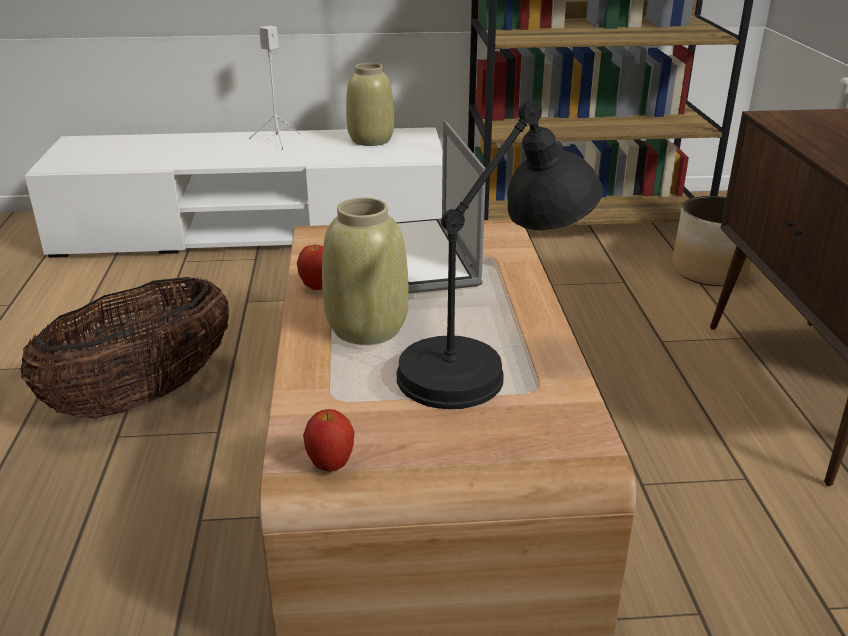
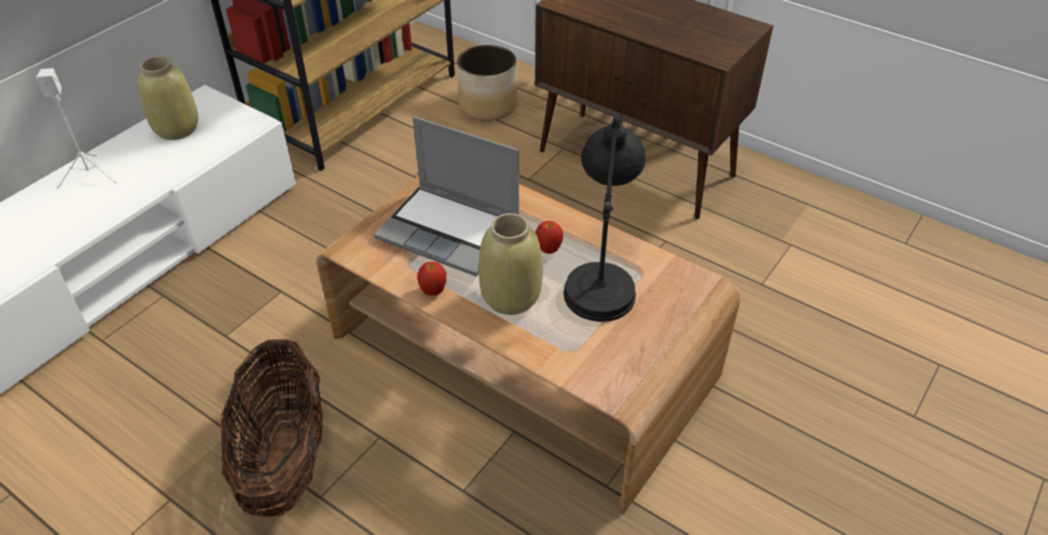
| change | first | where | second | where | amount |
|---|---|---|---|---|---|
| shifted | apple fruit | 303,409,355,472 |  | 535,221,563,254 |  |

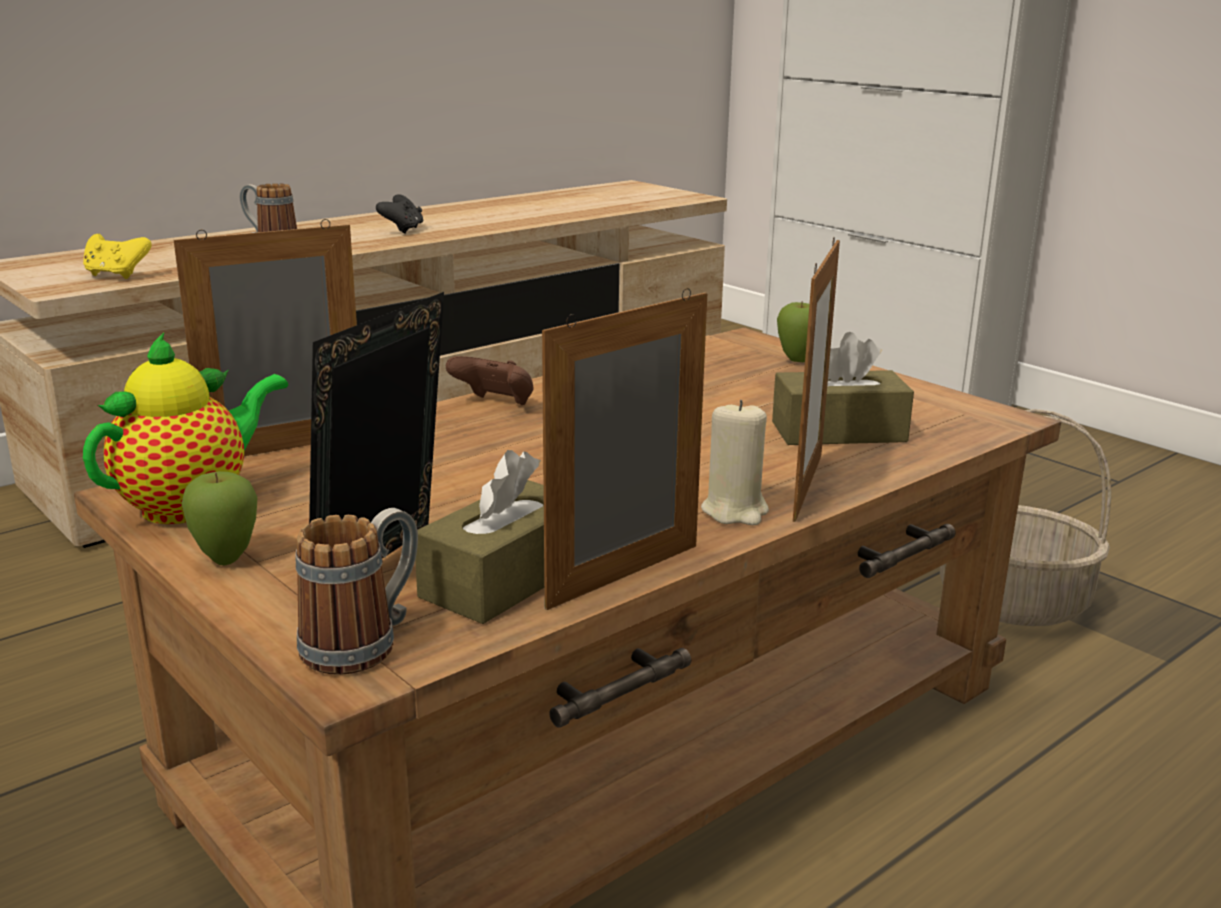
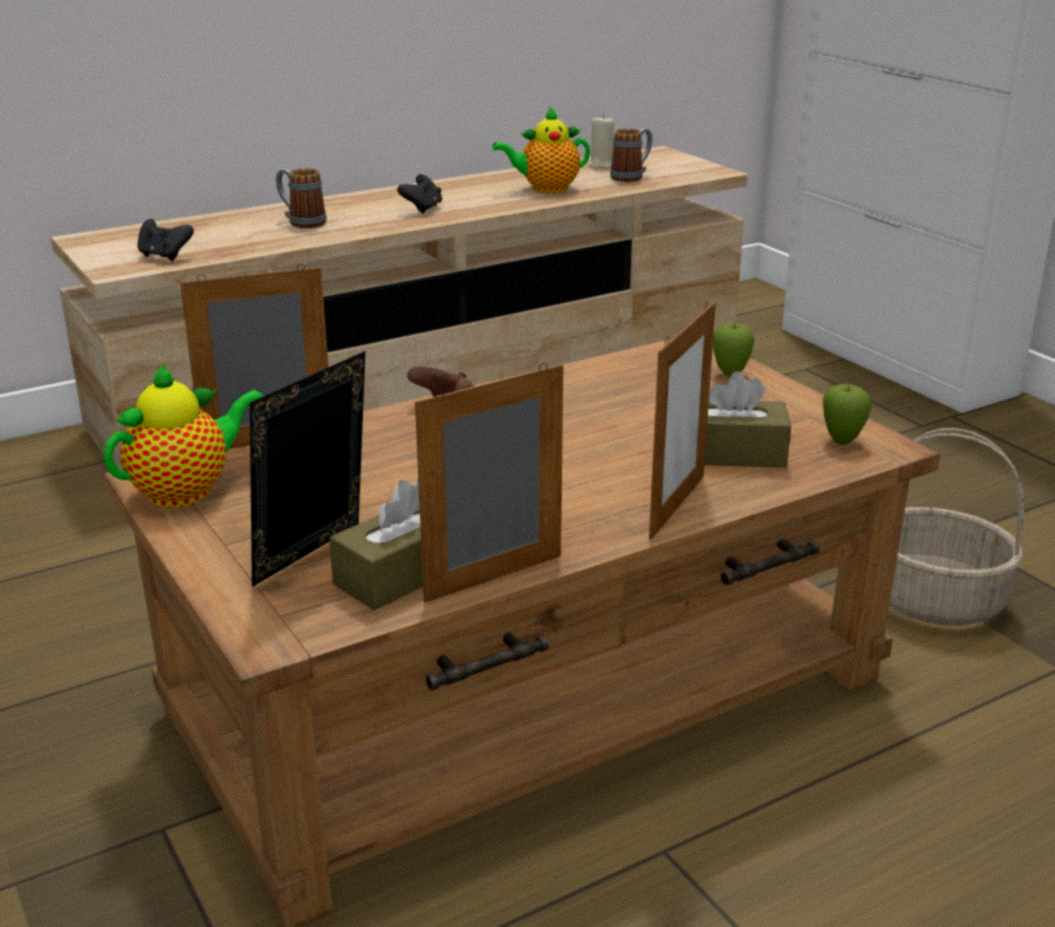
| change | first | where | second | where | amount |
|---|---|---|---|---|---|
| repainted | yellow gamepad | 83,234,152,279 | black-coloured gamepad | 137,219,194,261 |  |
| shifted | sand-coloured candle | 701,400,769,525 |  | 588,114,614,169 |  |
| shifted | apple fruit | 182,471,258,565 |  | 823,384,872,445 |  |
| shifted | coffee mug | 296,508,418,675 |  | 610,128,653,182 |  |
| new |  |  | pot for tea | 492,106,590,193 |  |

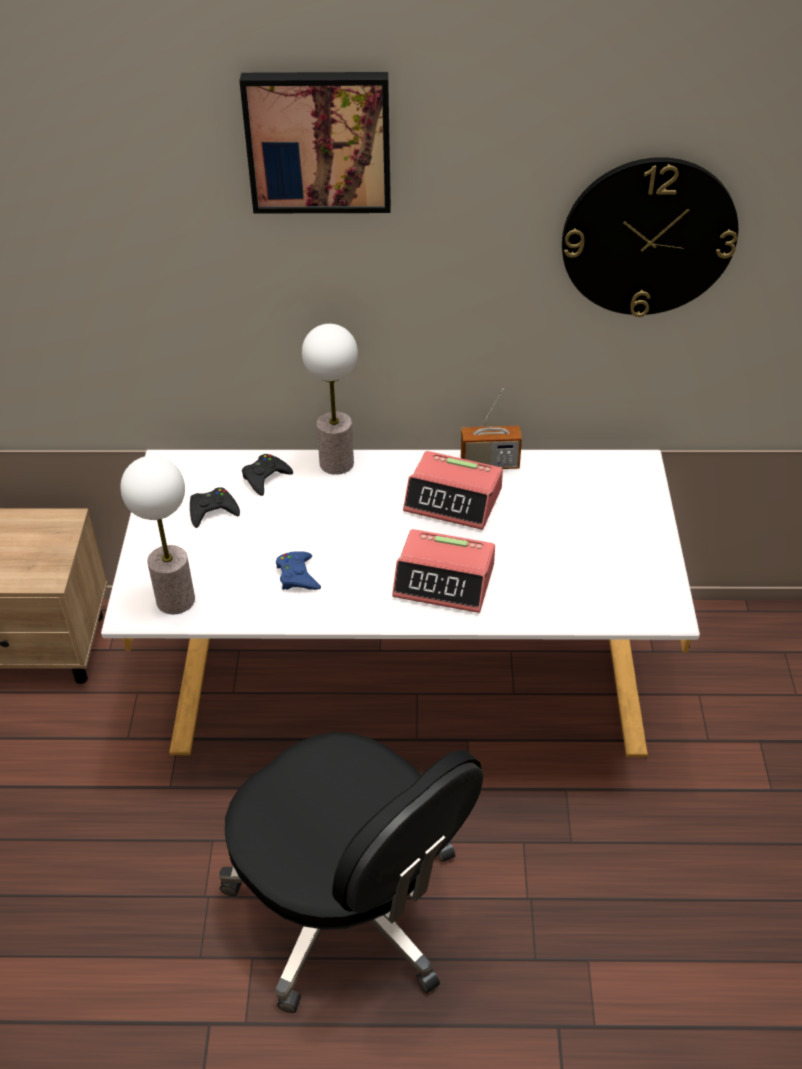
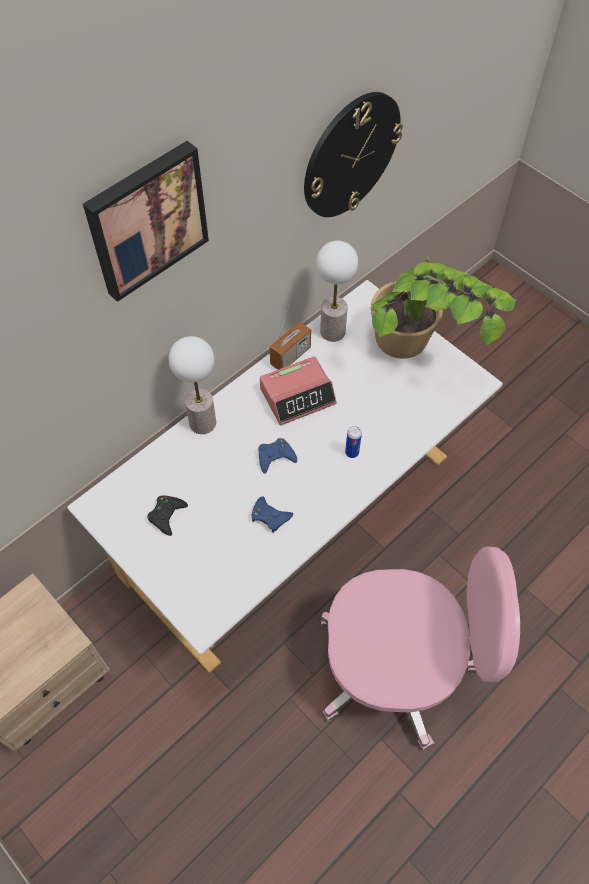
| change | first | where | second | where | amount |
|---|---|---|---|---|---|
| gone | black-coloured gamepad | 242,454,293,496 |  |  |  |
| shifted | table lamp | 120,456,195,614 |  | 316,241,358,342 |  |
| swapped | alarm clock | 392,529,495,613 | can | 345,426,362,458 |  |
| repainted | black-coloured desk chair | 219,732,484,1013 | pinkish desk chair | 321,546,520,750 |  |
| new |  |  | houseplant | 371,255,516,359 |  |
| new |  |  | bluish gamepad | 259,438,297,474 |  |

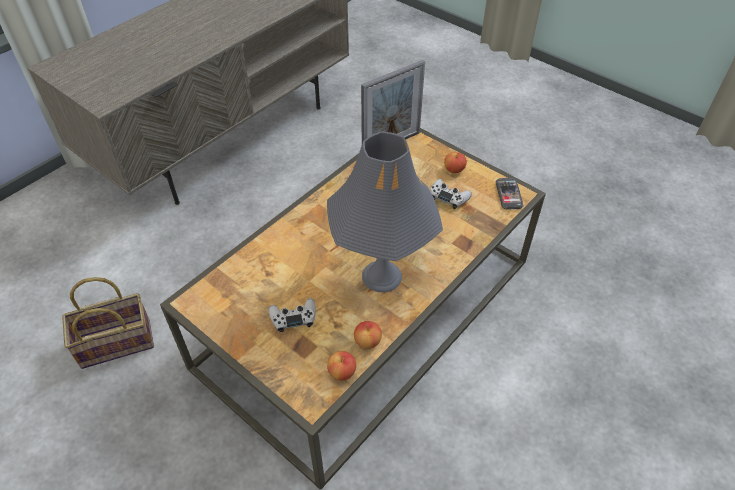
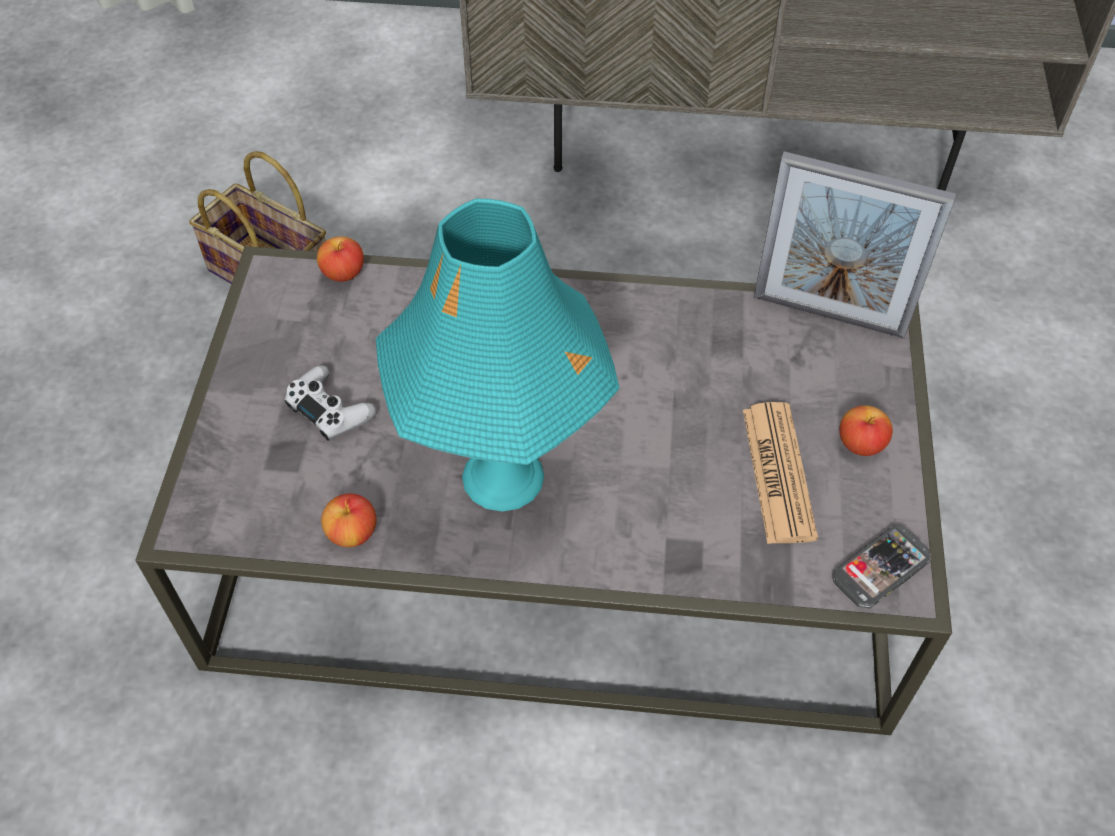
| change | first | where | second | where | amount |
|---|---|---|---|---|---|
| repainted | brown low table | 160,128,546,490 | grey low table | 136,246,952,735 |  |
| repainted | grey table lamp | 327,131,443,292 | blue-green table lamp | 376,198,620,512 |  |
| swapped | white gamepad | 430,179,472,209 | printed paper | 743,402,818,544 |  |
| shifted | apple fruit | 327,351,356,380 |  | 317,236,364,282 |  |

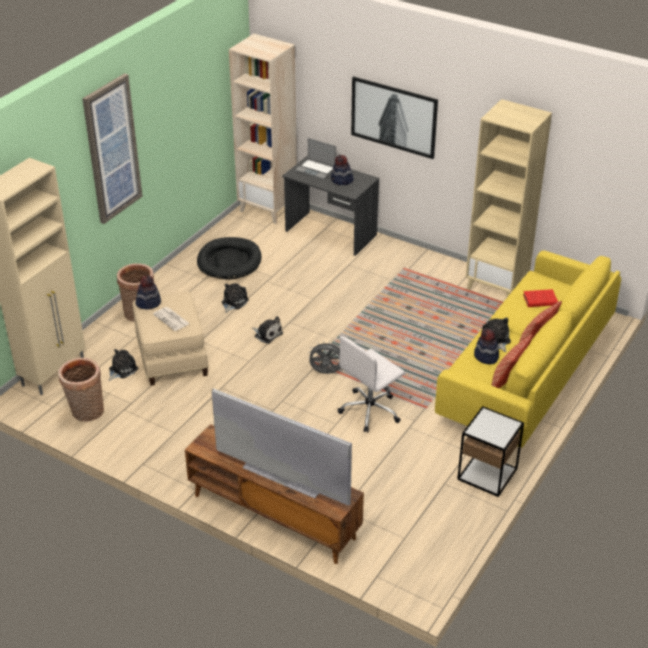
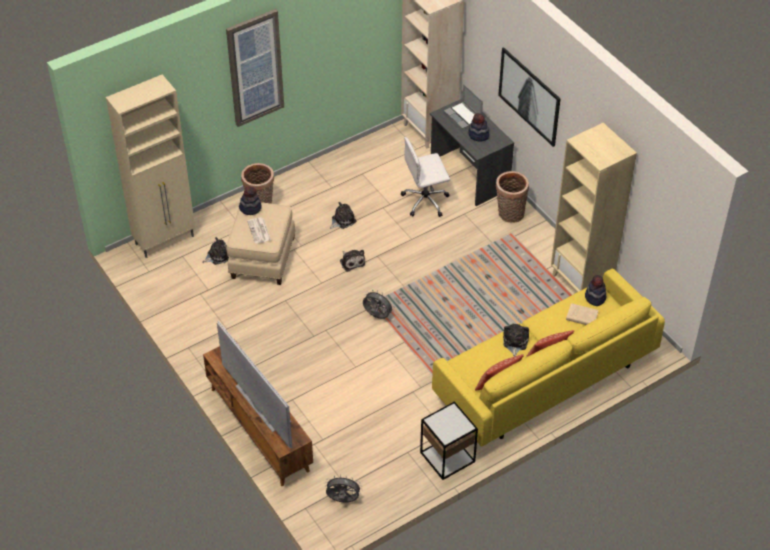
| change | first | where | second | where | amount |
|---|---|---|---|---|---|
| gone | black-coloured dog bed | 197,237,262,280 |  |  |  |
| repainted | red bound book | 523,289,558,307 | sand-coloured bound book | 566,303,598,325 |  |
| shifted | clothing hat | 474,328,499,364 |  | 585,275,607,306 |  |
| shifted | white desk chair | 337,336,405,432 |  | 401,137,450,217 |  |
| shifted | storage basket | 58,358,104,422 |  | 496,171,529,223 |  |
| new |  |  | grey electric fan | 325,475,362,503 |  |

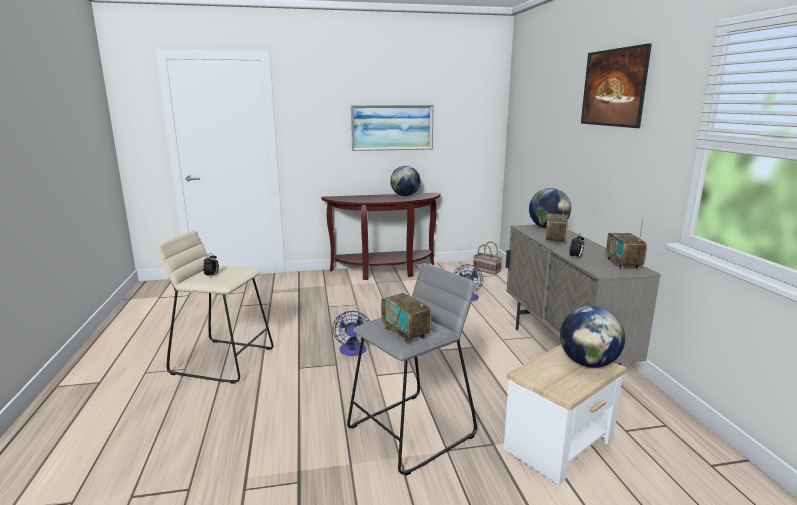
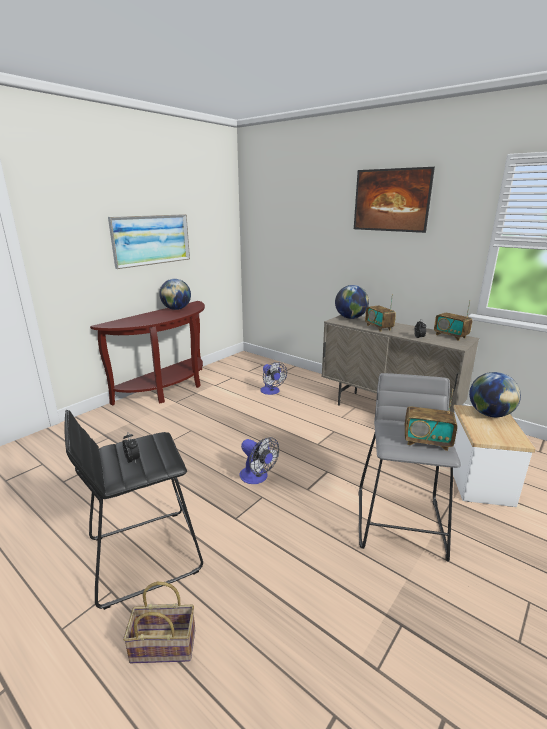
| change | first | where | second | where | amount |
|---|---|---|---|---|---|
| repainted | sand-coloured sitting stool | 157,230,273,384 | black-coloured sitting stool | 64,410,203,610 |  |
| shifted | storage basket | 473,241,502,275 |  | 123,582,195,663 |  |

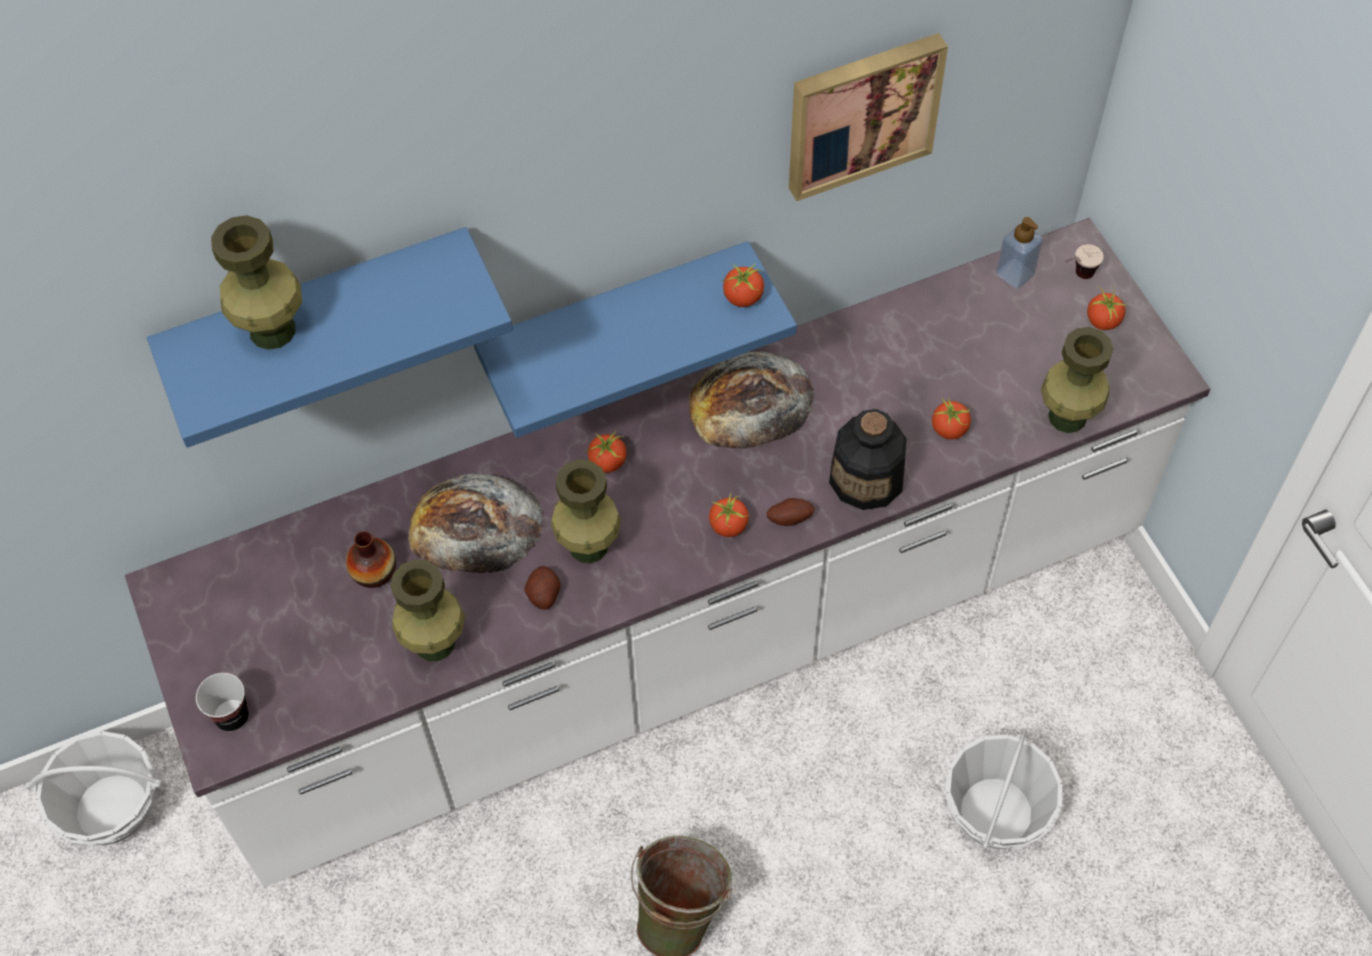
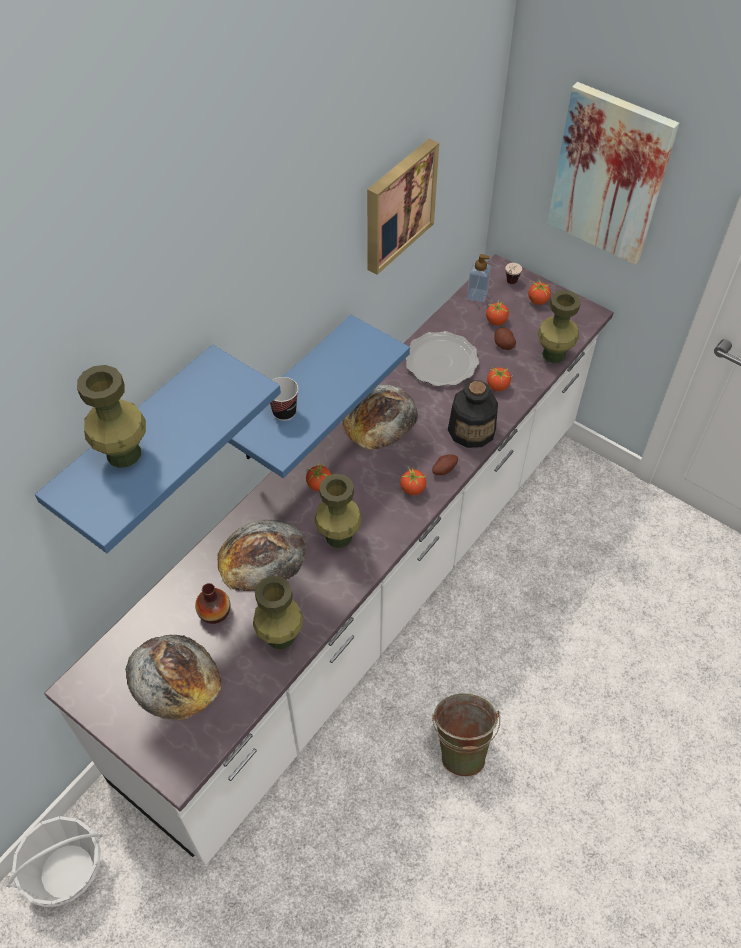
| change | first | where | second | where | amount |
|---|---|---|---|---|---|
| shifted | whole tomato | 721,263,764,307 |  | 486,299,510,326 |  |
| shifted | whole potato | 524,566,561,610 |  | 494,328,516,350 |  |
| shifted | cup | 196,673,249,732 |  | 270,377,298,421 |  |
| gone | storage basket | 945,728,1063,850 |  |  |  |
| new |  |  | wall art | 547,82,679,264 |  |
| new |  |  | dinner plate | 406,331,479,386 |  |
| new |  |  | baked bread | 125,635,222,720 |  |

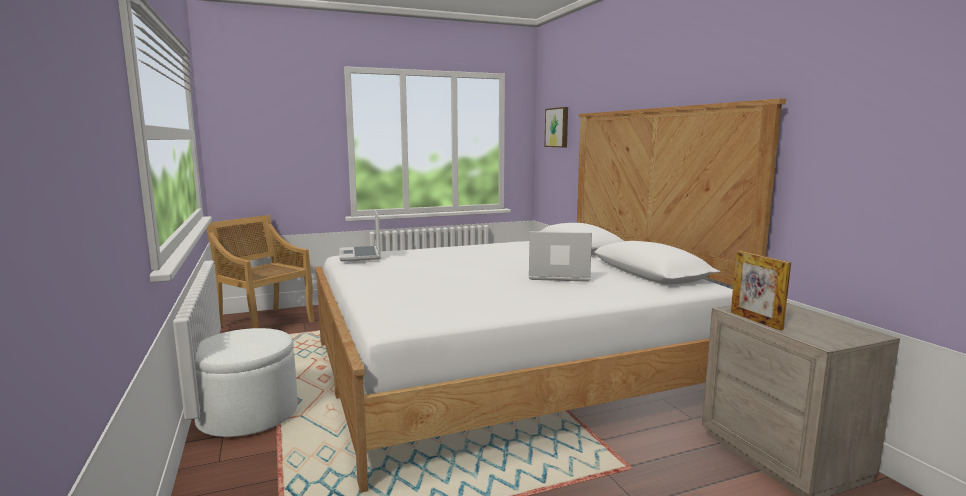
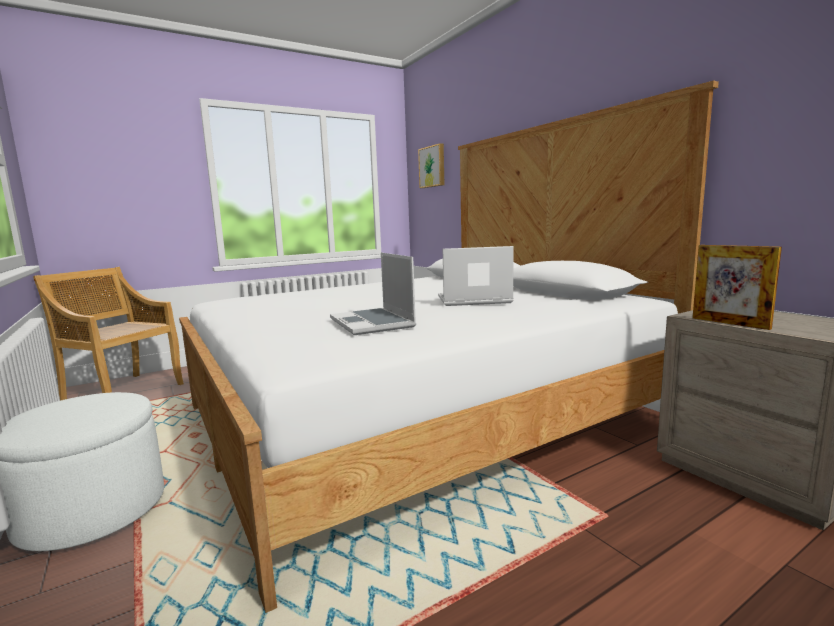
| change | first | where | second | where | amount |
|---|---|---|---|---|---|
| shifted | laptop | 340,210,381,261 |  | 330,252,416,335 |  |

